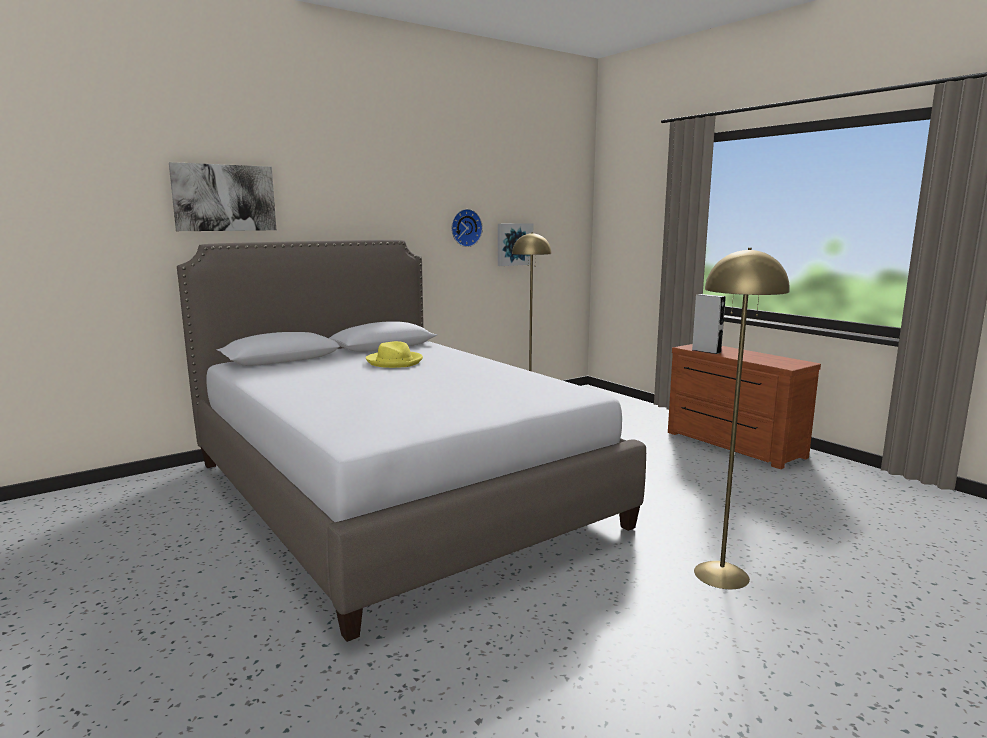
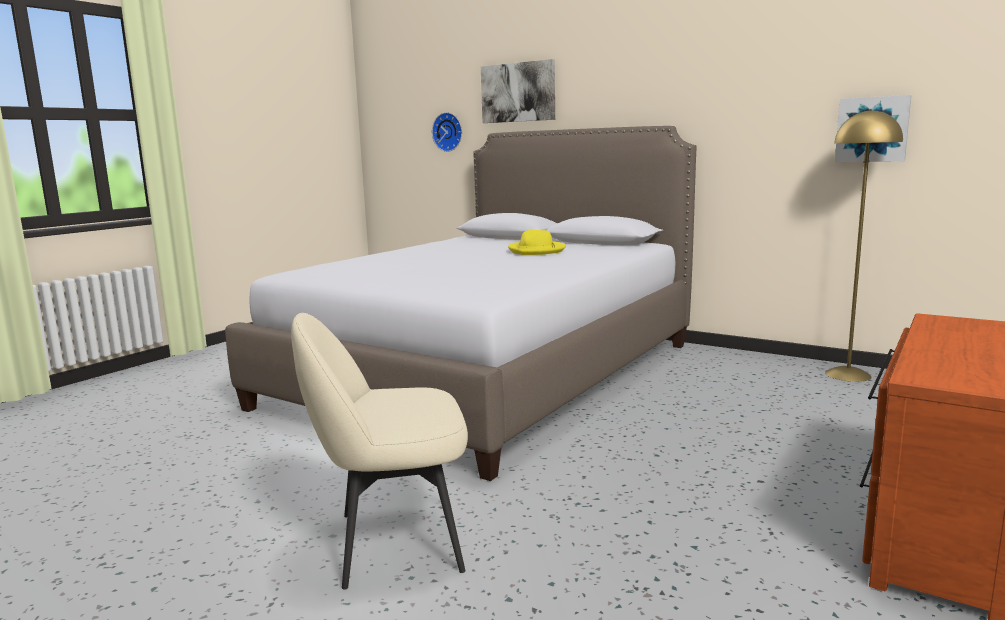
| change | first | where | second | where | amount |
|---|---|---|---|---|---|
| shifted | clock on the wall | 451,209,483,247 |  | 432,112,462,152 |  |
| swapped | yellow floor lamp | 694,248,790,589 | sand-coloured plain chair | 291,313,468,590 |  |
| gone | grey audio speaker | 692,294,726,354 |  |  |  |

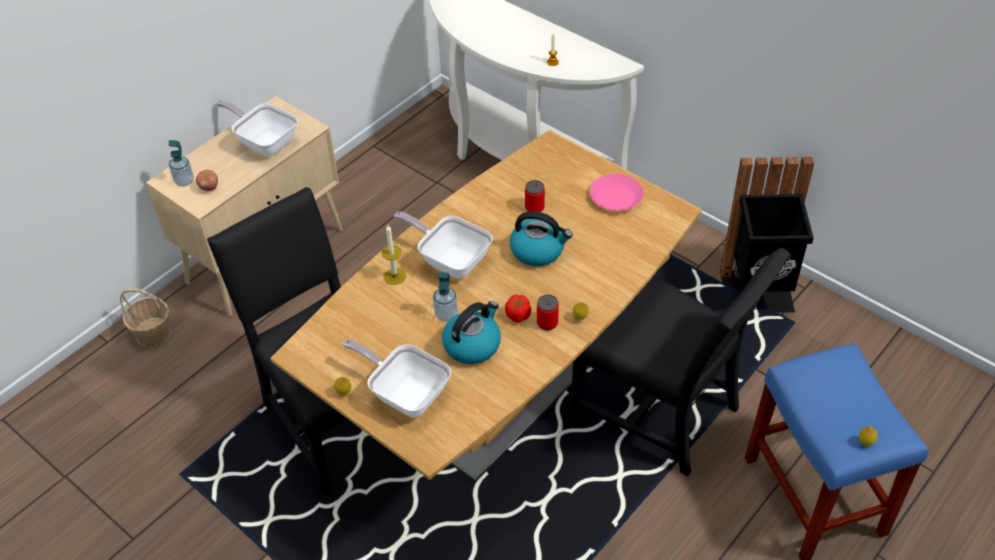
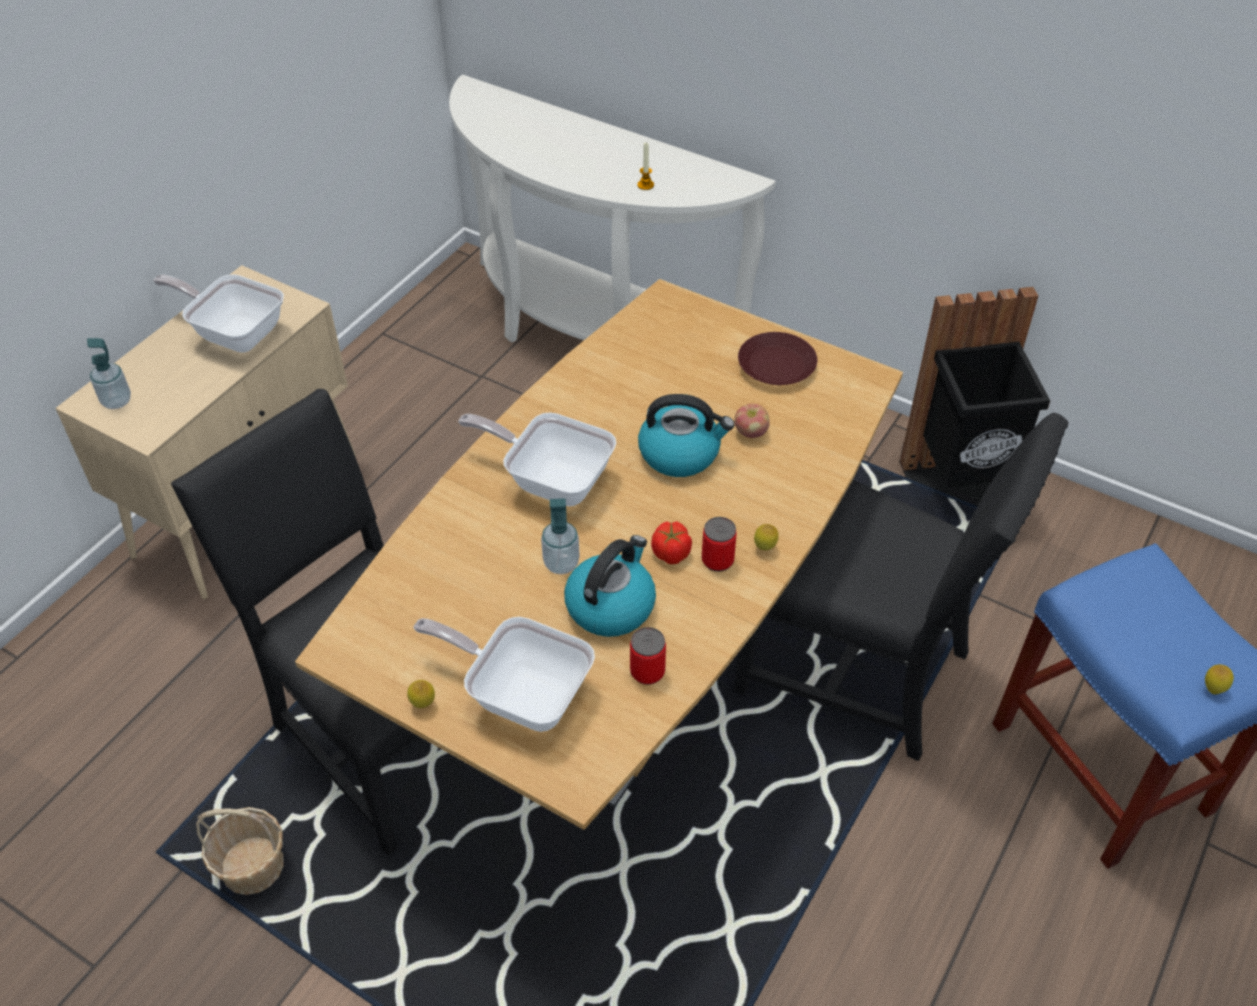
| change | first | where | second | where | amount |
|---|---|---|---|---|---|
| shifted | apple fruit | 196,170,218,191 |  | 734,403,770,438 |  |
| repainted | pinkish dinner plate | 589,174,643,211 | brown dinner plate | 738,332,817,385 |  |
| shifted | can | 525,180,545,212 |  | 630,627,666,685 |  |
| gone | candle | 382,225,406,285 |  |  |  |
| shifted | storage basket | 120,288,172,347 |  | 196,807,283,895 |  |

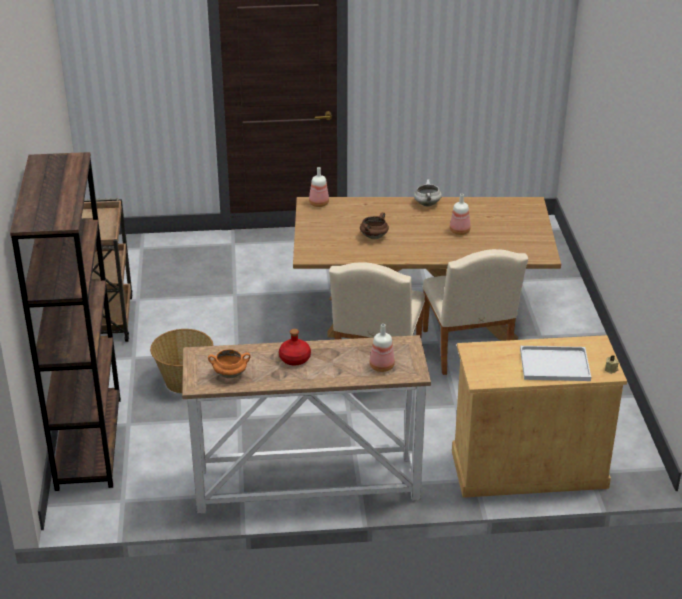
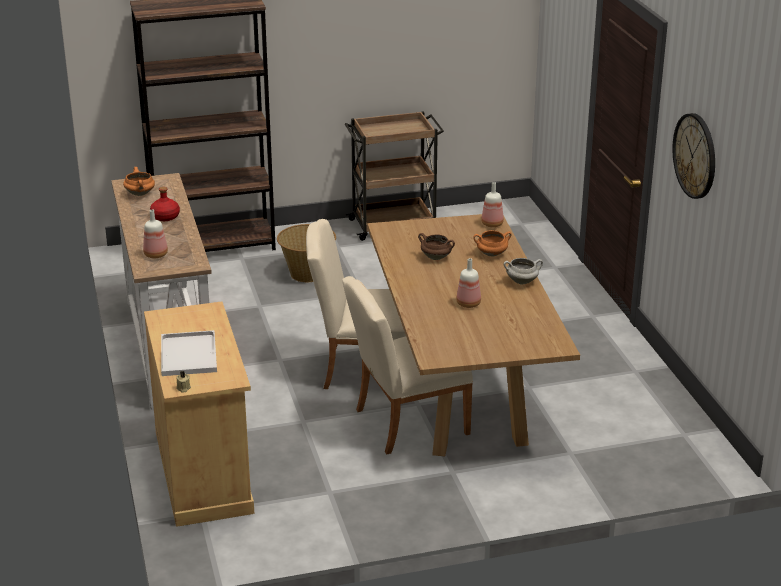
| change | first | where | second | where | amount |
|---|---|---|---|---|---|
| new |  |  | clock on the wall | 672,113,715,199 |  |
| new |  |  | orangey cooking pot | 473,230,512,257 |  |

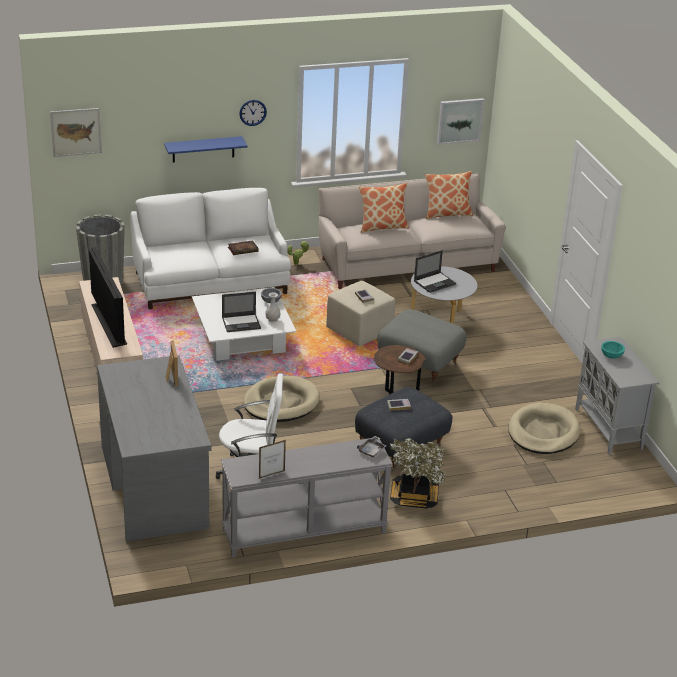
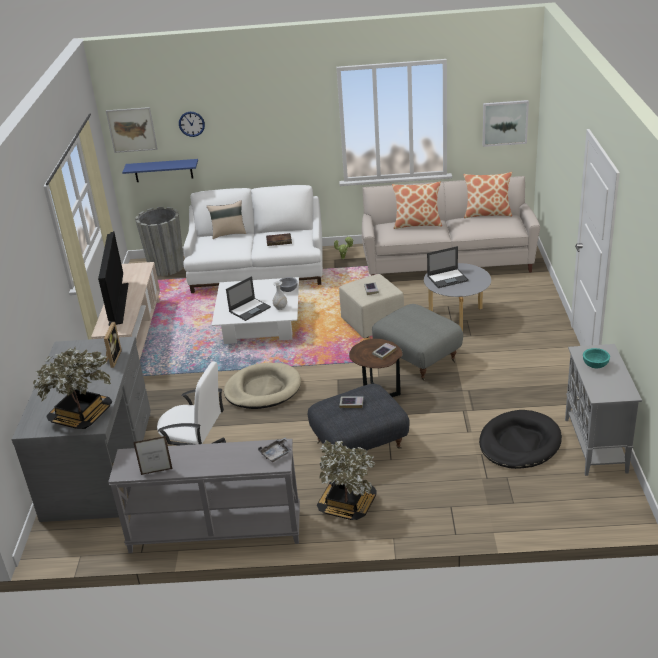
| change | first | where | second | where | amount |
|---|---|---|---|---|---|
| shifted | clock on the wall | 239,100,267,126 |  | 179,112,205,137 |  |
| shifted | bluish shelf | 164,136,247,163 |  | 122,159,198,182 |  |
| rotated | laptop | 222,292,261,332 |  | 226,276,271,321 | 45 degrees counterclockwise |
| repainted | sand-coloured dog bed | 508,403,581,454 | black-coloured dog bed | 479,410,562,469 |  |
| new |  |  | sand-coloured throw pillow | 207,200,246,239 |  |
| new |  |  | houseplant | 33,348,112,429 |  |

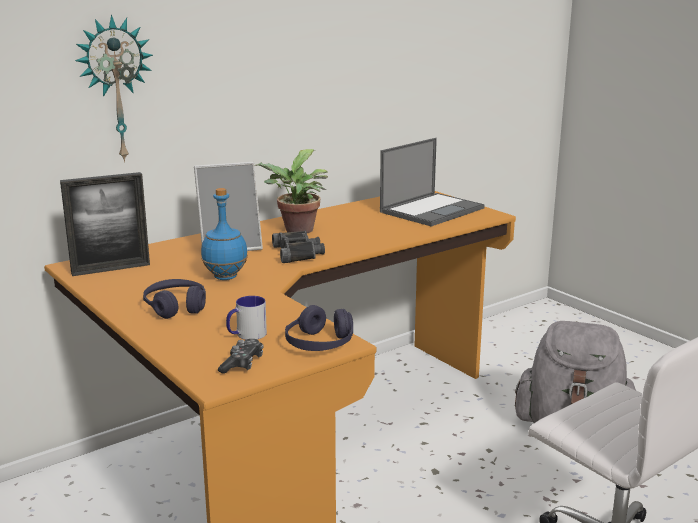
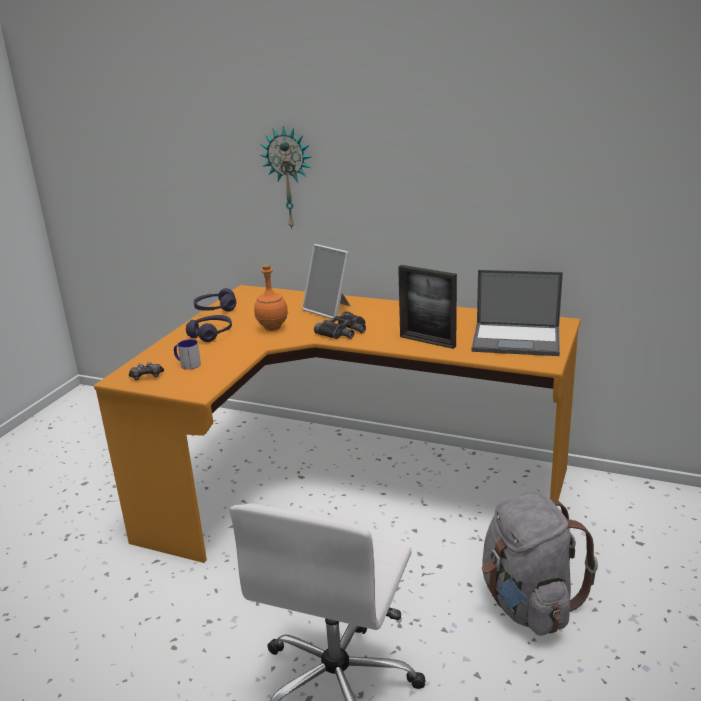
| change | first | where | second | where | amount |
|---|---|---|---|---|---|
| gone | houseplant | 254,149,328,233 |  |  |  |
| shifted | picture frame | 60,172,150,276 |  | 398,265,457,349 |  |
| repainted | bluish beverage bottle | 201,188,248,280 | orangey beverage bottle | 254,264,288,331 |  |
| shifted | purplish pair of headphones | 285,305,353,351 |  | 194,288,236,312 |  |

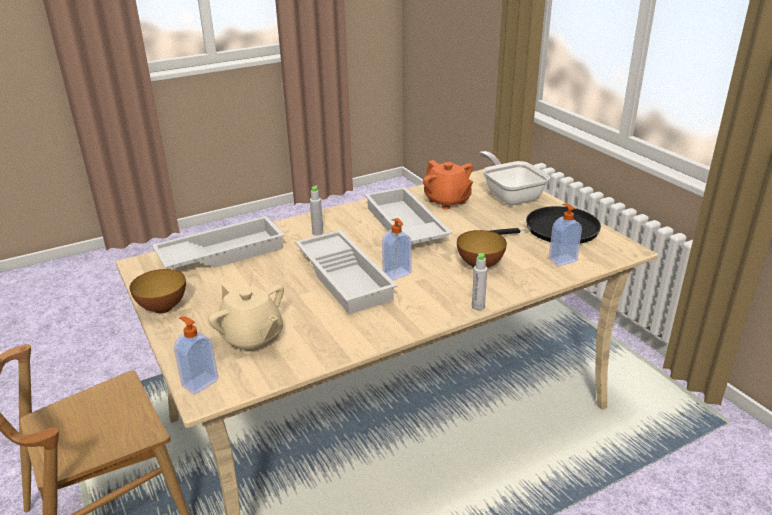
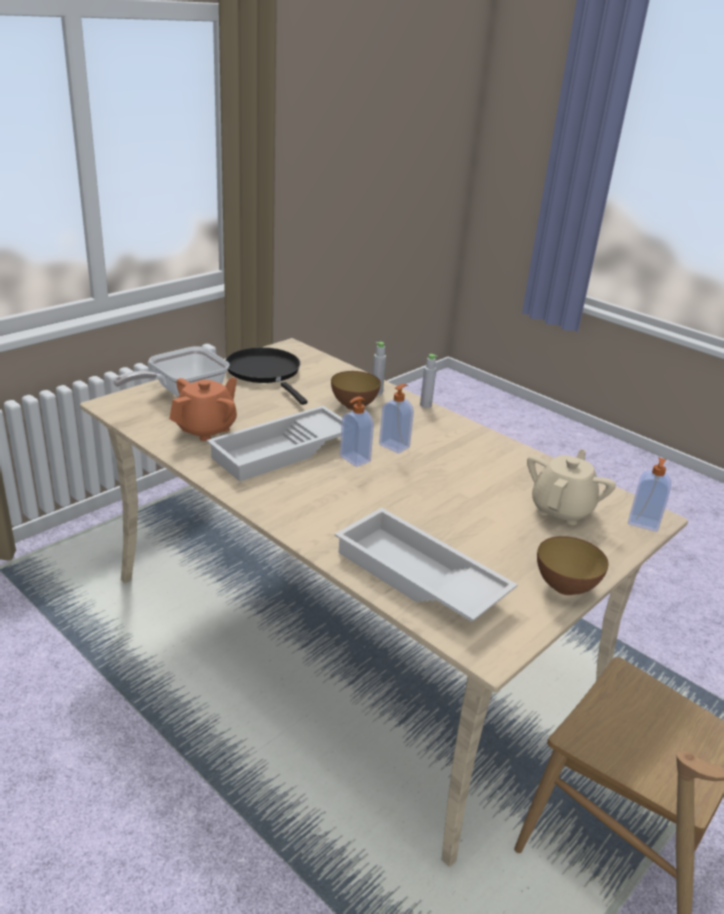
| change | first | where | second | where | amount |
|---|---|---|---|---|---|
| shifted | grey beverage bottle | 310,185,323,236 |  | 373,342,386,395 |  |
| shifted | liquid soap bottle | 549,204,582,266 |  | 340,396,374,467 |  |
| gone | white serving tray | 295,230,397,314 |  |  |  |

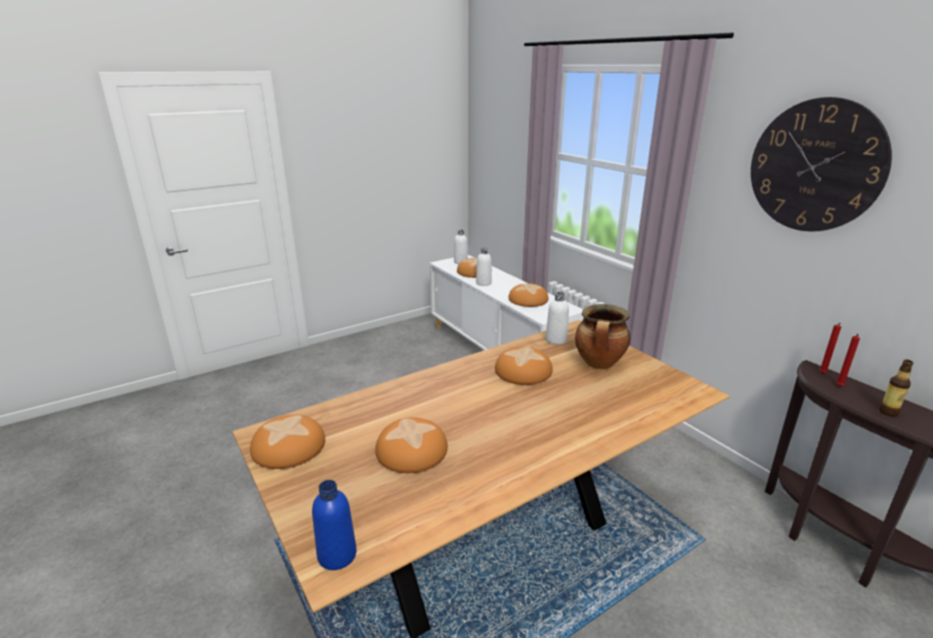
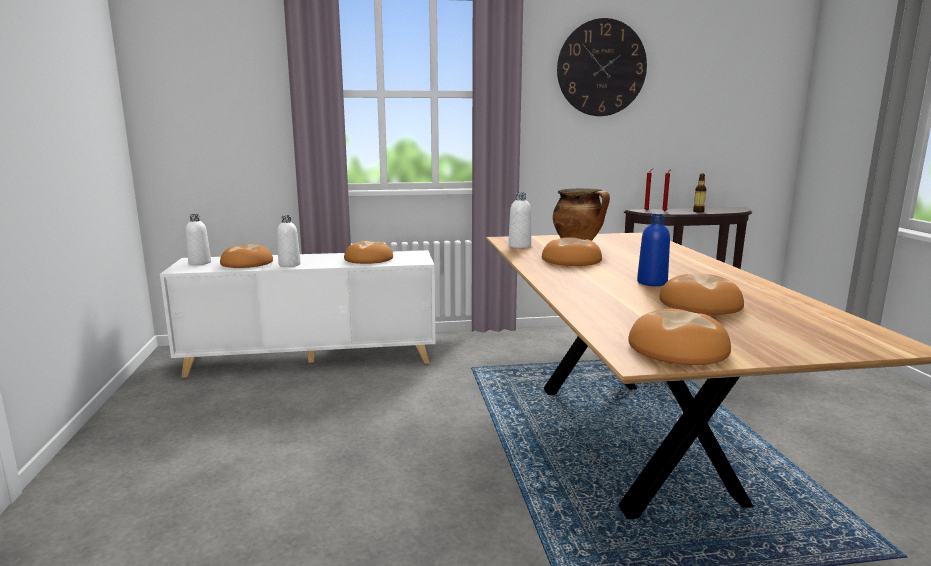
| change | first | where | second | where | amount |
|---|---|---|---|---|---|
| shifted | bluish beverage bottle | 312,480,357,570 |  | 637,214,670,286 |  |

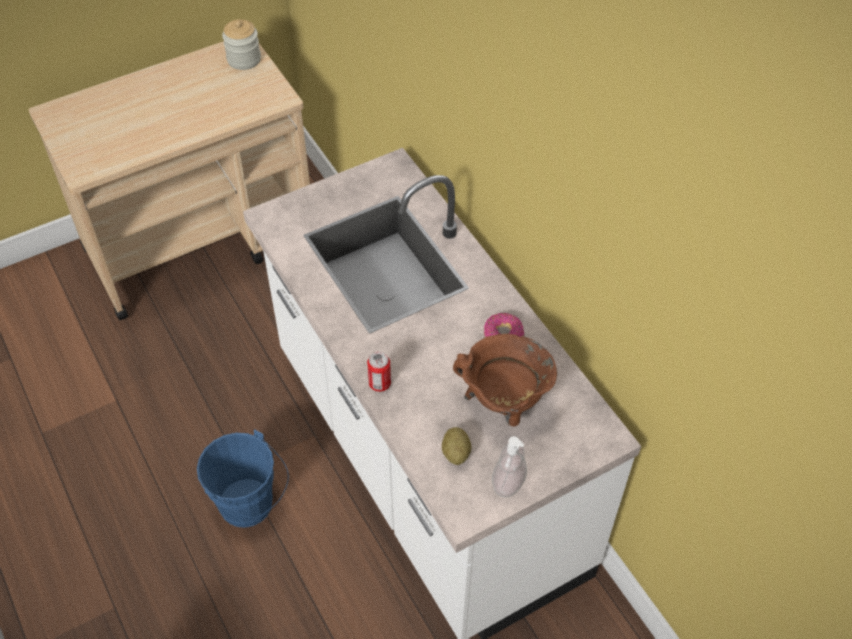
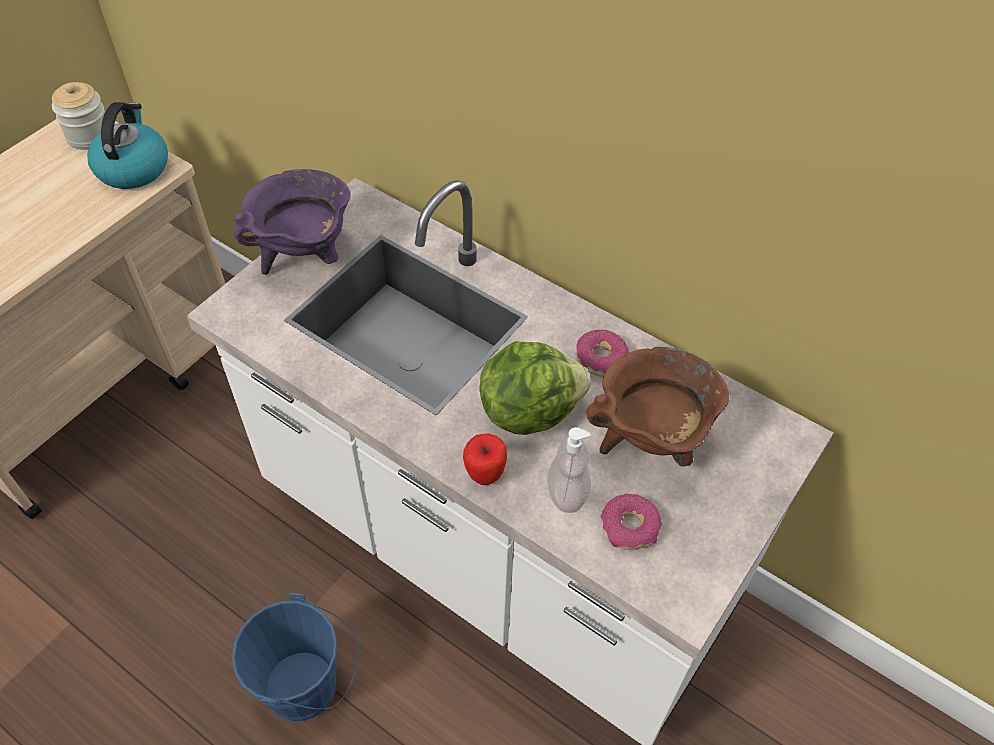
| change | first | where | second | where | amount |
|---|---|---|---|---|---|
| swapped | can | 367,352,391,392 | apple fruit | 463,433,507,485 |  |
| swapped | whole potato | 442,427,471,465 | doughnut | 600,494,662,550 |  |
| shifted | liquid soap bottle | 492,436,527,498 |  | 547,427,591,513 |  |
| new |  |  | kettle | 87,102,168,189 |  |
| new |  |  | purplish cooking pot | 233,169,350,275 |  |
| new |  |  | head of lettuce | 480,342,591,435 |  |

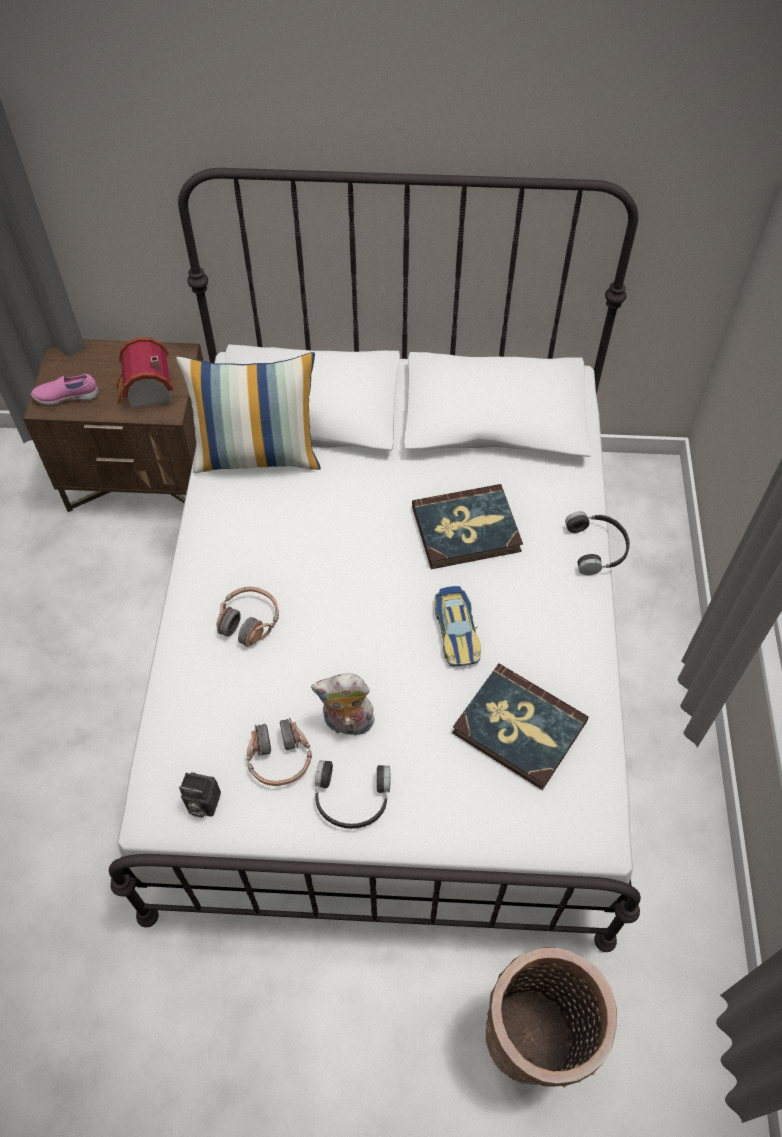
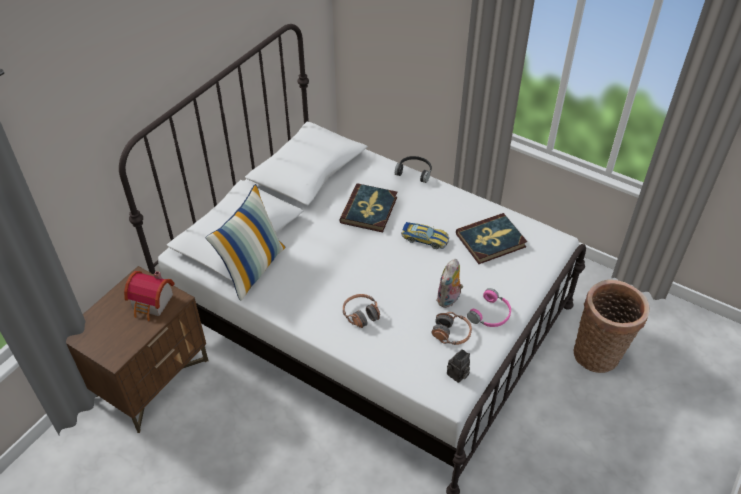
| change | first | where | second | where | amount |
|---|---|---|---|---|---|
| gone | pinkish low shoe | 31,374,99,405 |  |  |  |
| repainted | black-coloured pair of headphones | 315,760,391,829 | pinkish pair of headphones | 467,288,511,327 |  |

